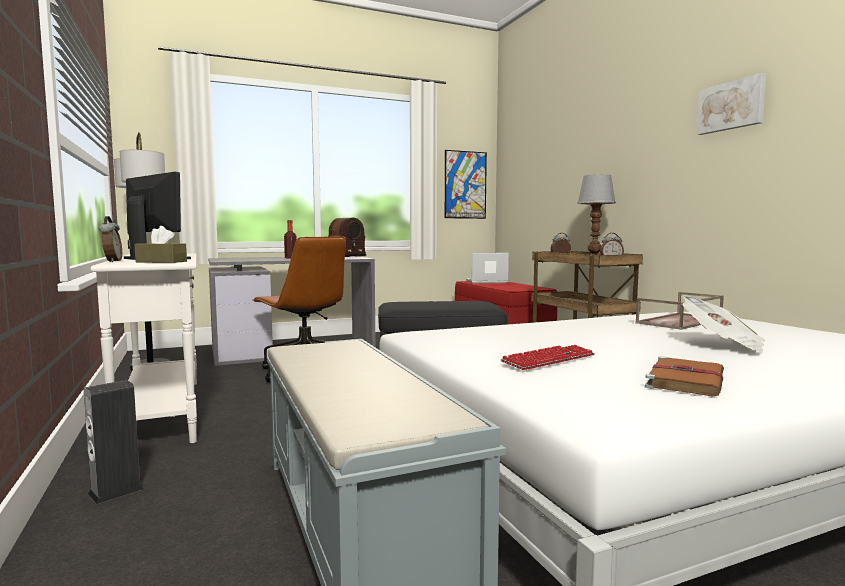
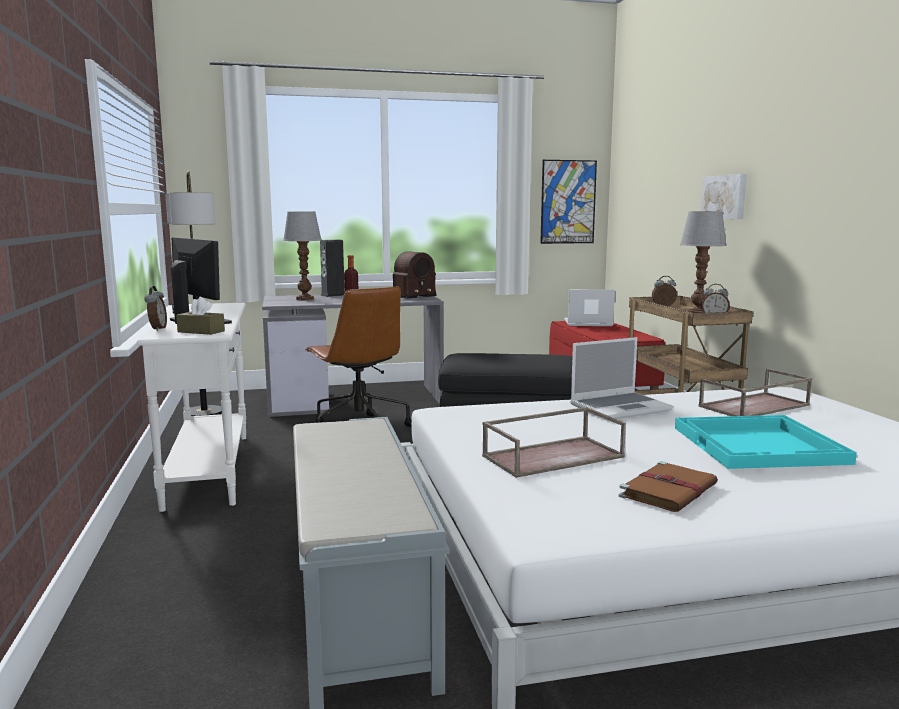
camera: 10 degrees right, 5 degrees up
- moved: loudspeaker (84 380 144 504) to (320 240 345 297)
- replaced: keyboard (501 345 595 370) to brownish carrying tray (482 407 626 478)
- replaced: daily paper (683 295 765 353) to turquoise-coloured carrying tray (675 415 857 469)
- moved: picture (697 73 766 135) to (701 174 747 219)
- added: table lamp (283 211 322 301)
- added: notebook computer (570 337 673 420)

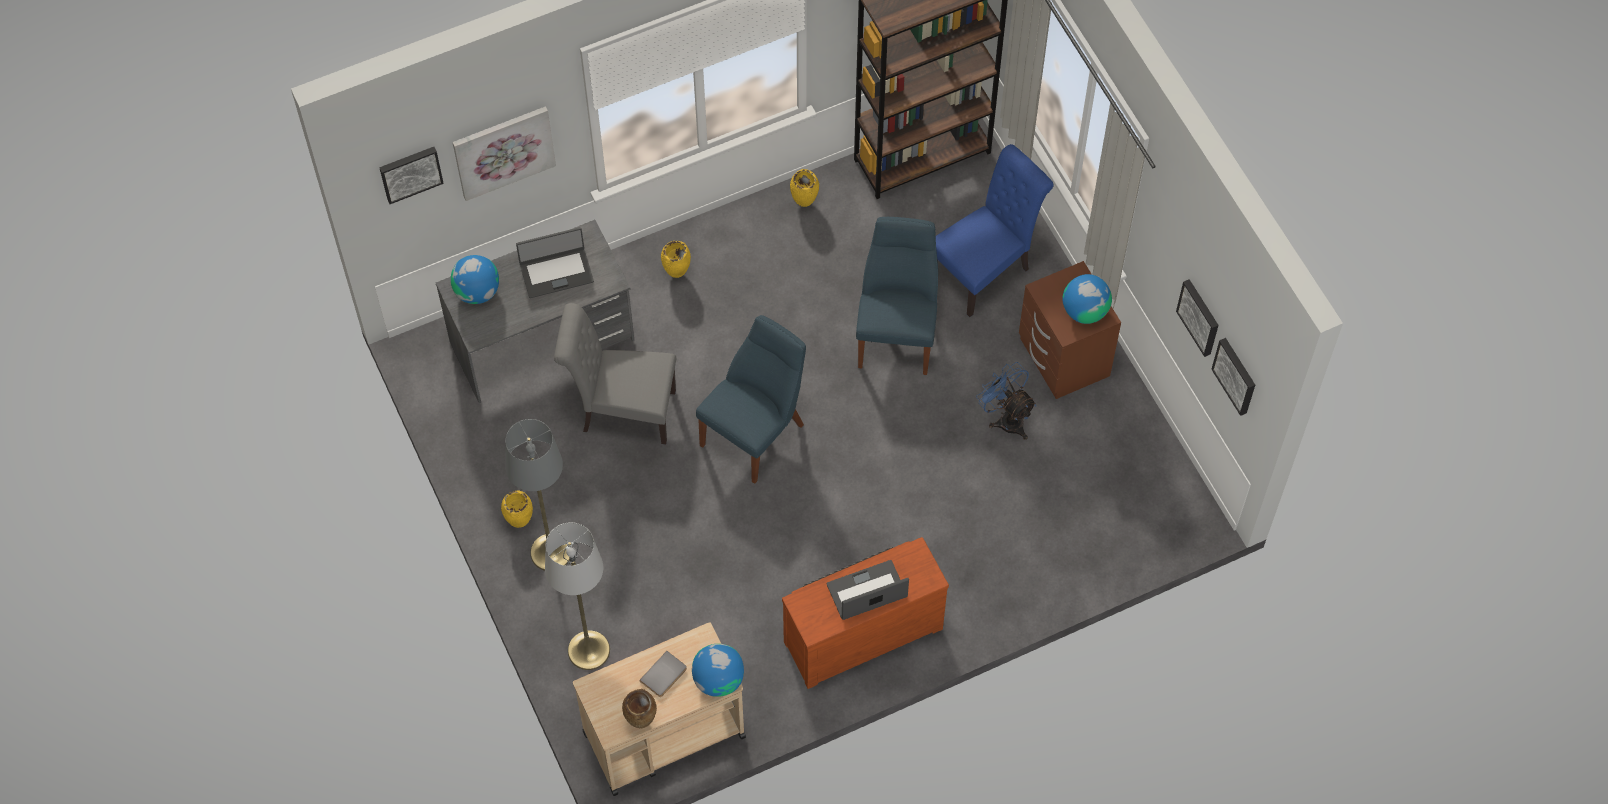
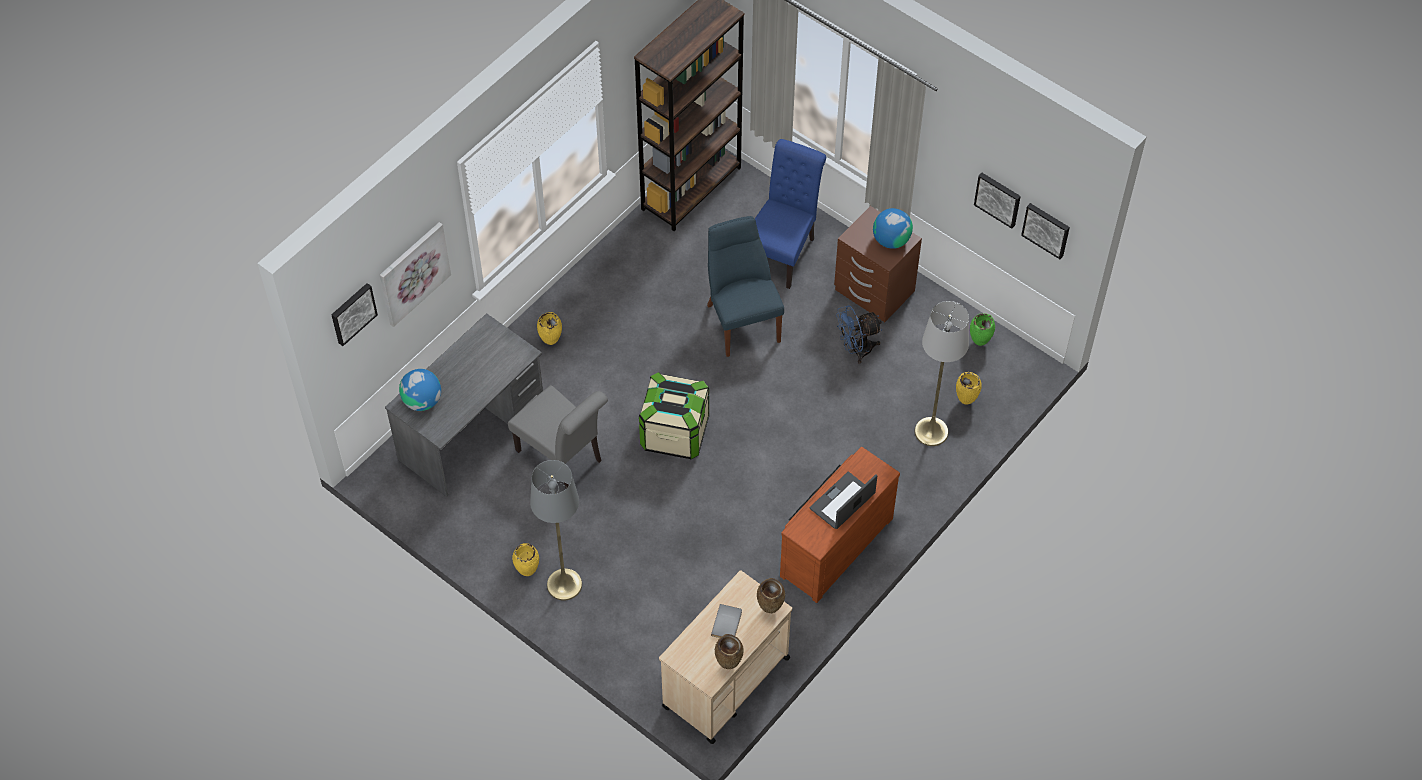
camera: 25 degrees left, 5 degrees down
- removed: notebook computer (516 227 594 298)
- moved: gray standing lamp (545 522 610 670) to (914 301 969 446)
- turned: gray chair (554 303 676 444) = (508 385 608 488) 120 degrees counterclockwise
- replaced: world globe (692 644 744 697) to brownish flower vase (757 578 785 613)
- replaced: blue-coloured chair (696 315 806 484) to storage bin (639 372 709 460)
- moved: yellow flower vase (790 169 819 207) to (956 372 982 404)
- turned: blue-coloured cooling fan (976 362 1037 440) = (836 305 882 364) 45 degrees counterclockwise
- added: greenish flower vase (970 313 995 346)

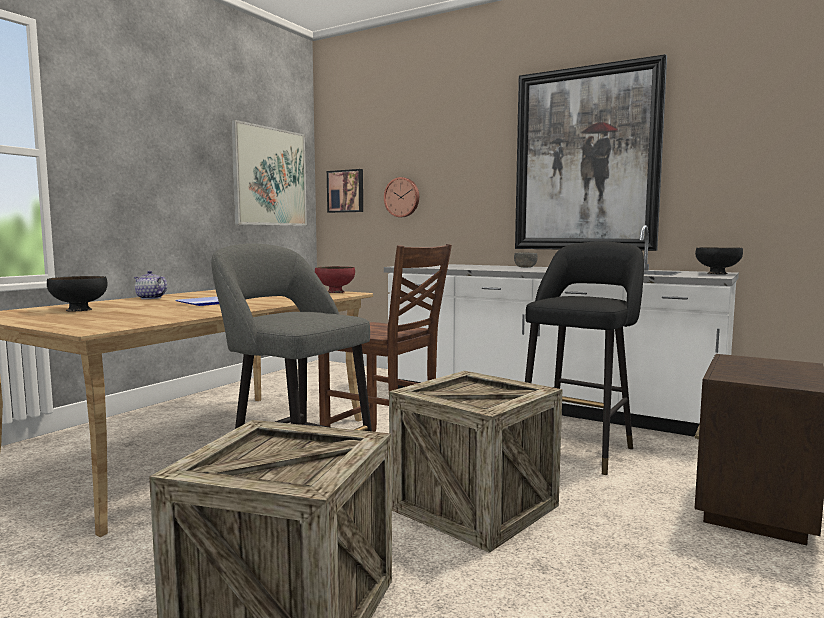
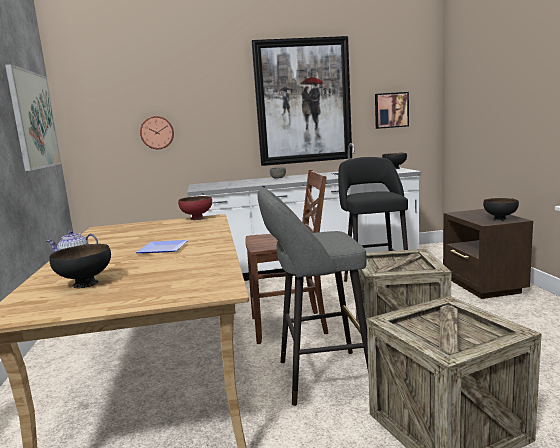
camera: 40 degrees left, 5 degrees up
- moved: picture (327 169 363 213) to (375 92 409 129)
- added: blackish deep dish (483 198 519 221)

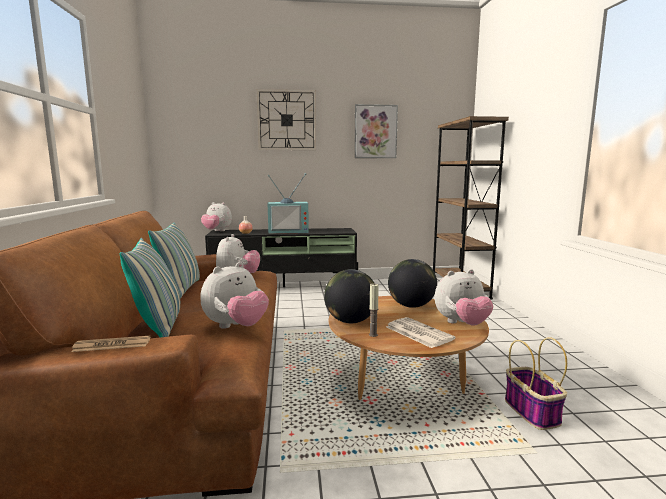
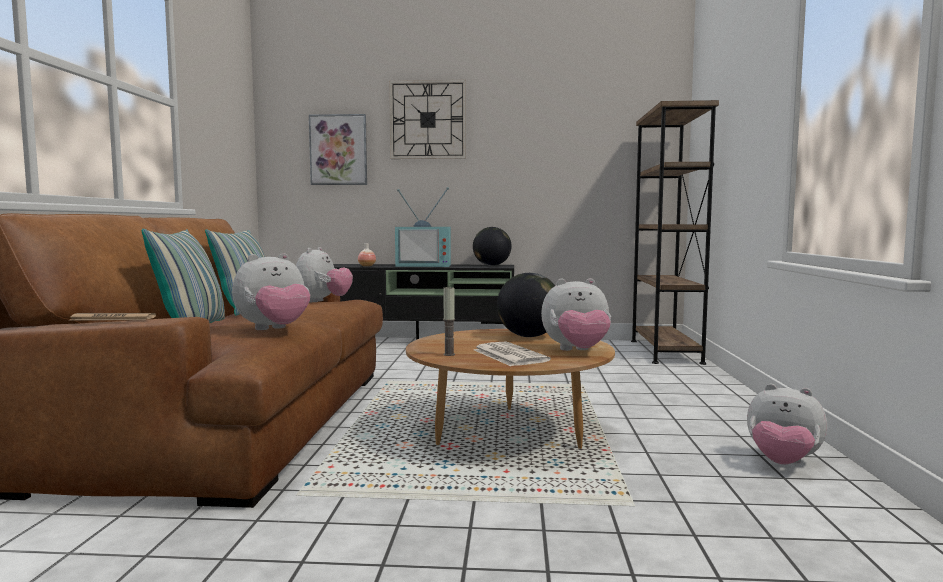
camera: 10 degrees right, 5 degrees down
- moved: cuddly toy (201 202 232 231) to (747 383 827 464)
- moved: world globe (324 269 374 323) to (473 227 512 266)
- moved: picture (354 104 398 158) to (309 114 367 185)
- removed: basket (505 337 567 430)

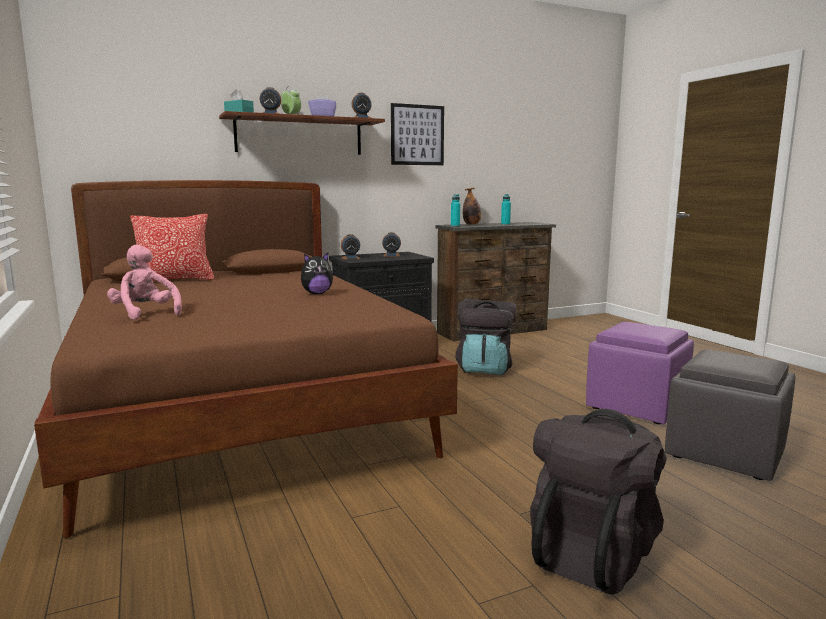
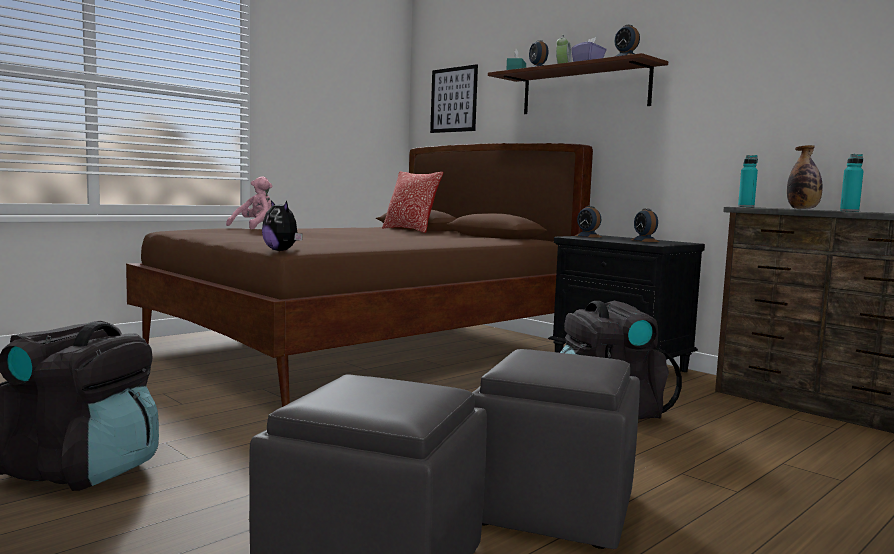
camera: 70 degrees right, 5 degrees down
- moved: cuddly toy (301 253 333 294) to (262 200 303 251)
- moved: picture (391 103 444 165) to (430 64 478 133)
- recoloured: purple ottoman (586 322 694 424) to gray ottoman (472 349 640 549)

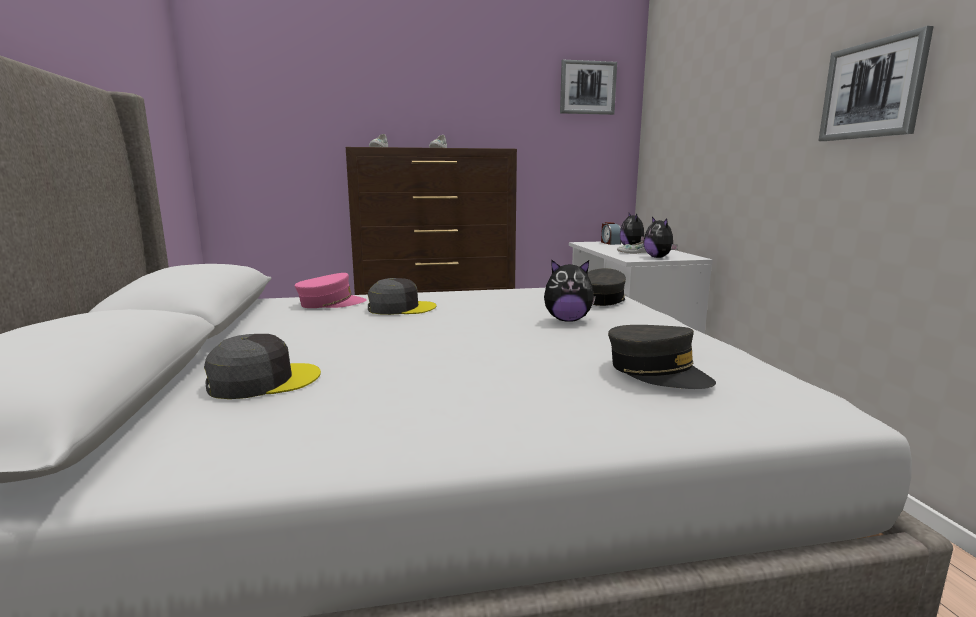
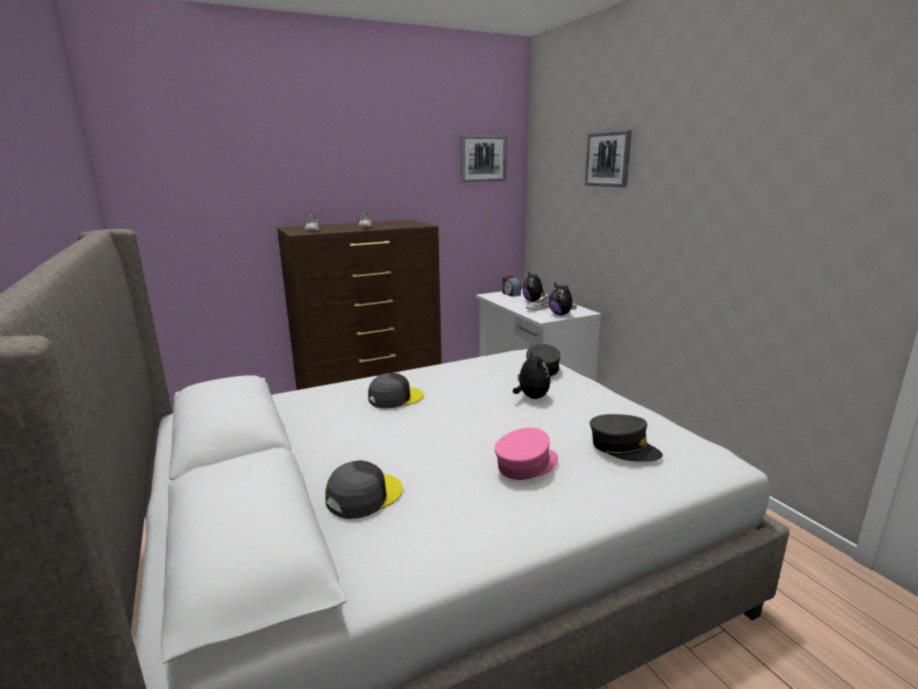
camera: 15 degrees left, 5 degrees up
- moved: pink baseball cap (295 273 367 308) to (495 428 558 480)
- turned: cuddly toy (544 260 596 322) = (513 350 550 399) 90 degrees counterclockwise
- moved: picture (819 26 934 141) to (585 130 632 187)

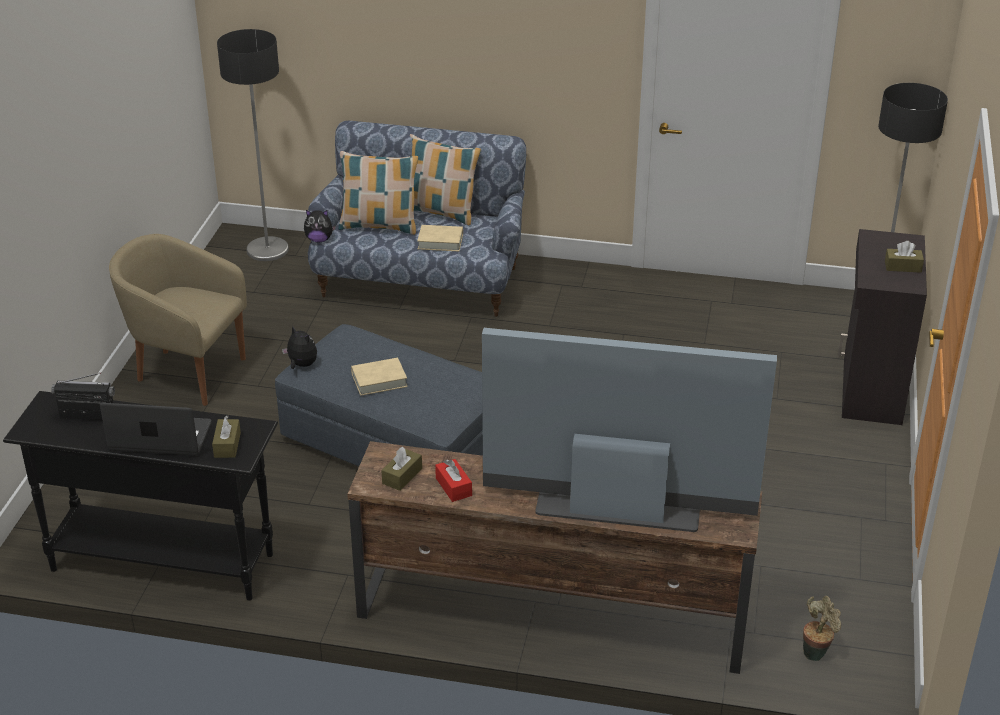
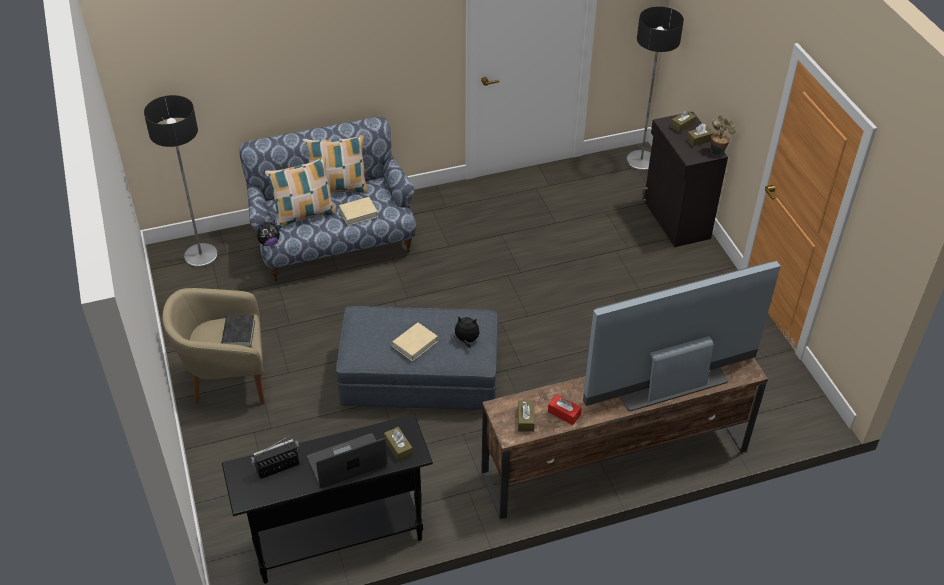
camera: 30 degrees left, 10 degrees up
- moved: cuddly toy (282 326 317 369) to (451 316 479 347)
- moved: houseplant (803 596 841 661) to (711 115 736 156)
- added: blackish volume (221 315 255 347)
- added: brownish tissue box (670 109 696 133)

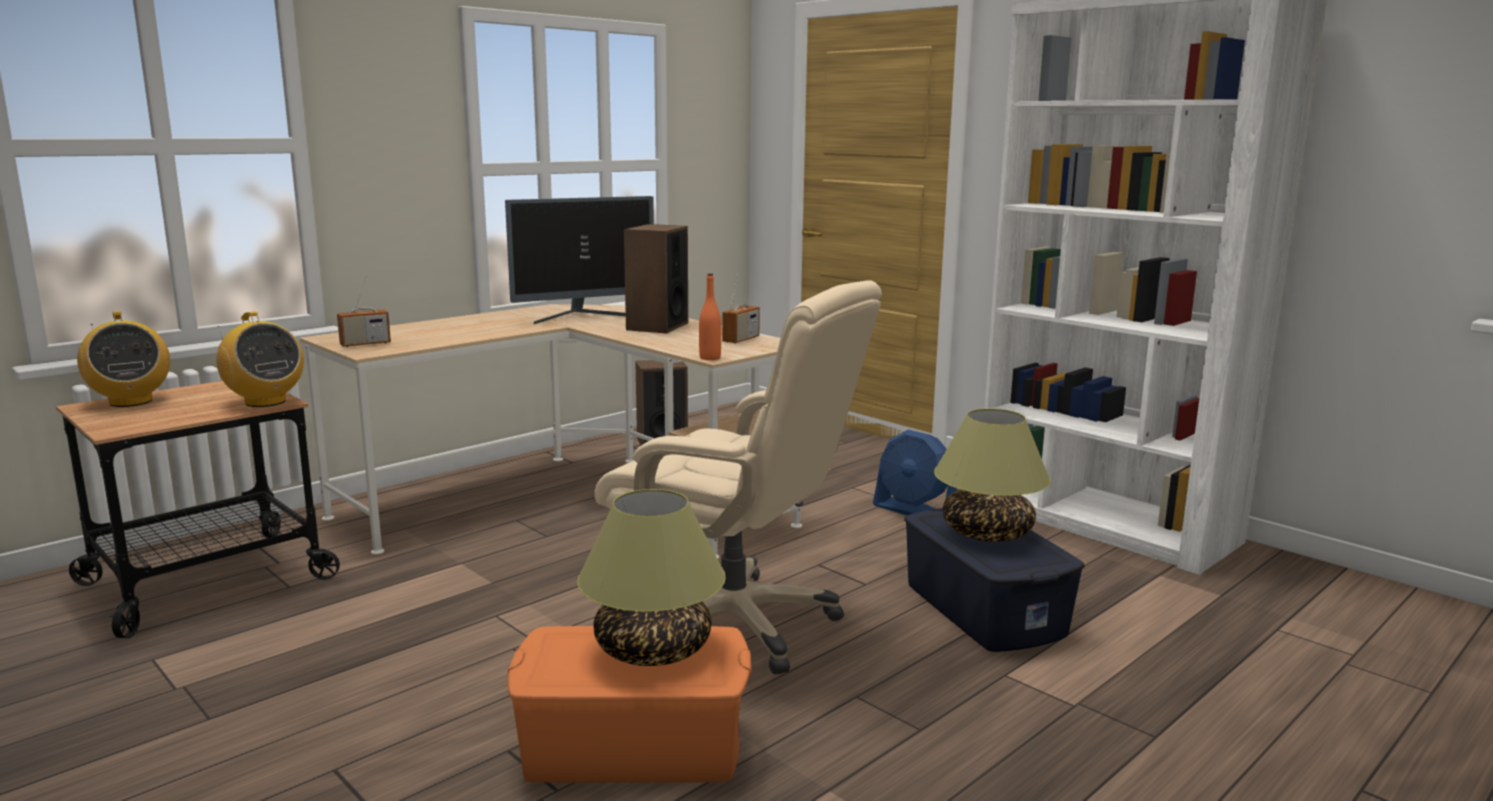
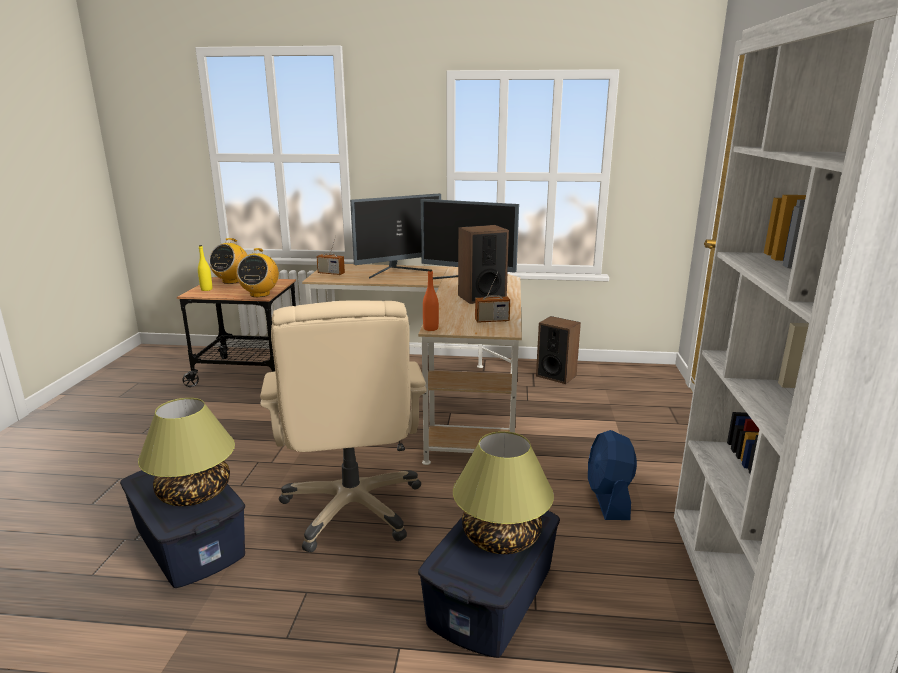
camera: 50 degrees right, 5 degrees up
- recoloured: orange storage bin (508 626 752 783) to blue-coloured storage bin (120 470 245 588)
- added: yellow drink bottle (198 245 212 291)
- added: computer display (350 194 441 279)

